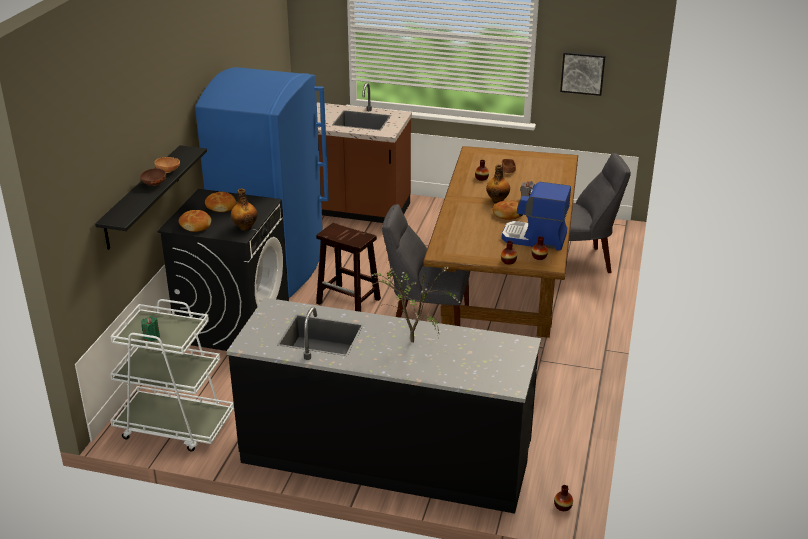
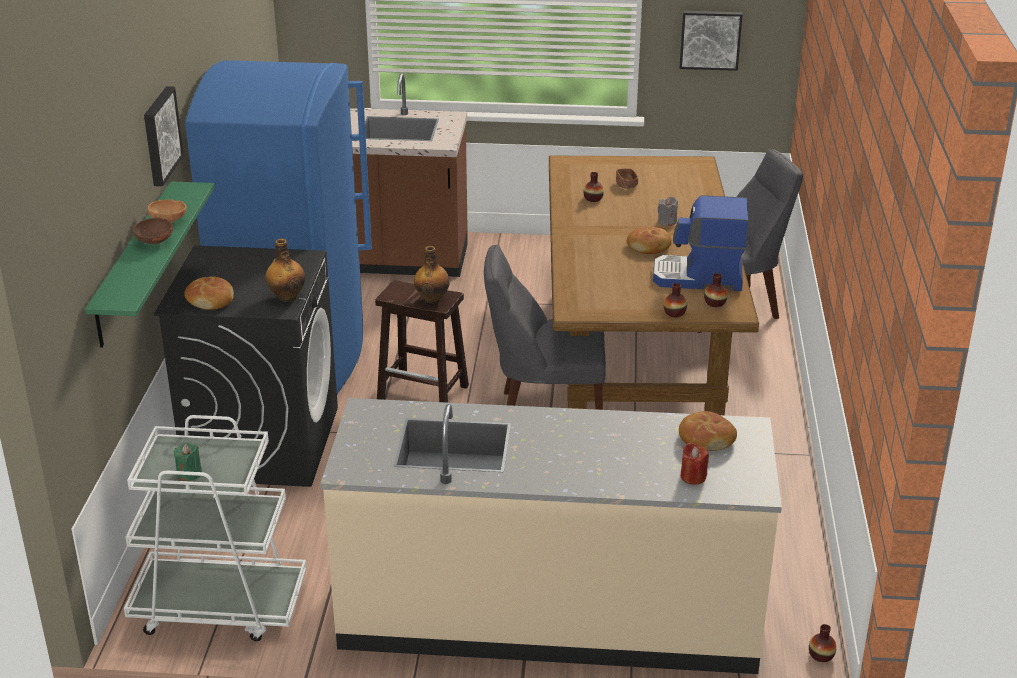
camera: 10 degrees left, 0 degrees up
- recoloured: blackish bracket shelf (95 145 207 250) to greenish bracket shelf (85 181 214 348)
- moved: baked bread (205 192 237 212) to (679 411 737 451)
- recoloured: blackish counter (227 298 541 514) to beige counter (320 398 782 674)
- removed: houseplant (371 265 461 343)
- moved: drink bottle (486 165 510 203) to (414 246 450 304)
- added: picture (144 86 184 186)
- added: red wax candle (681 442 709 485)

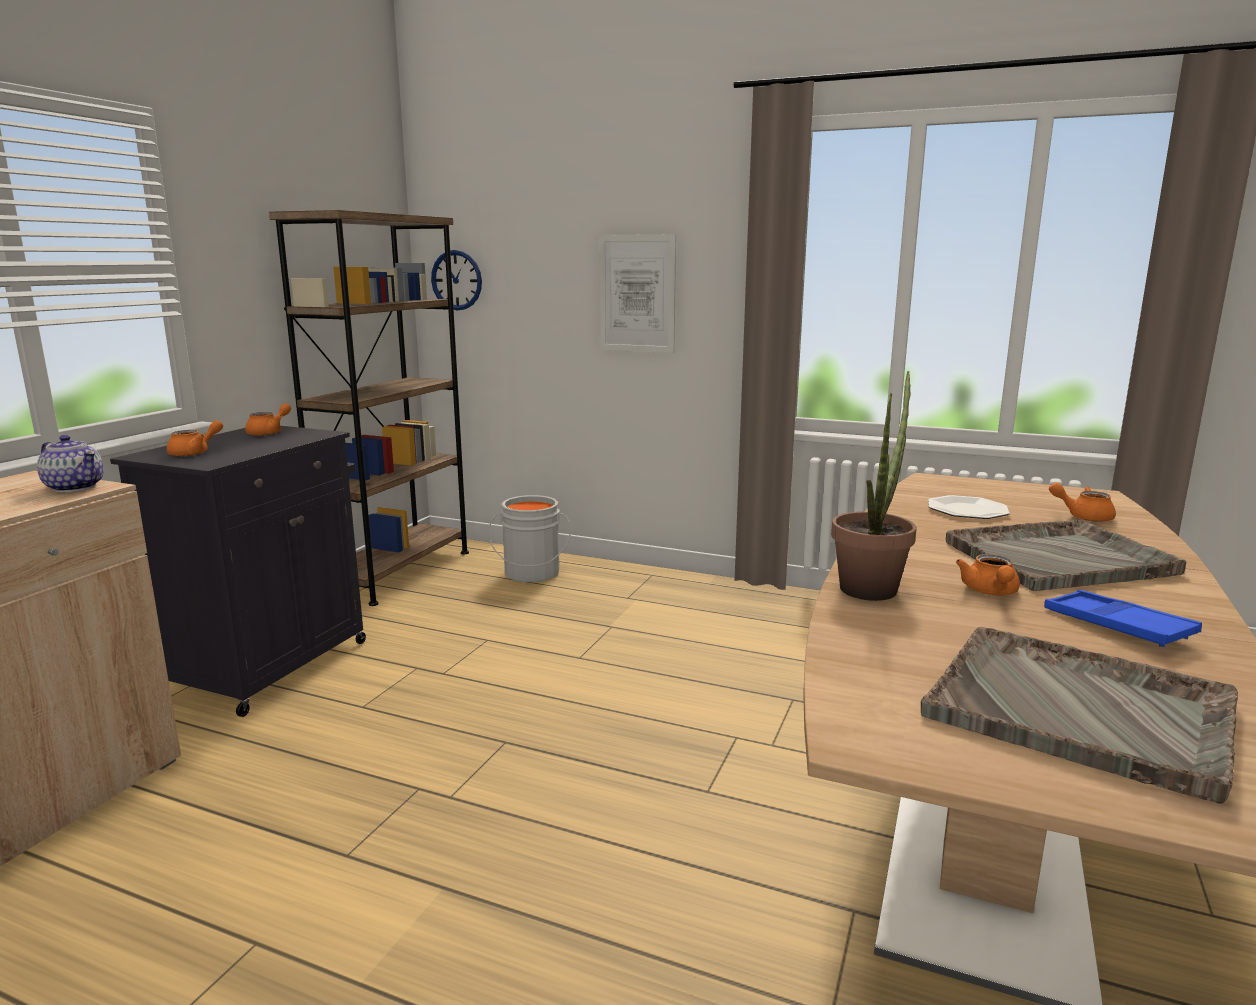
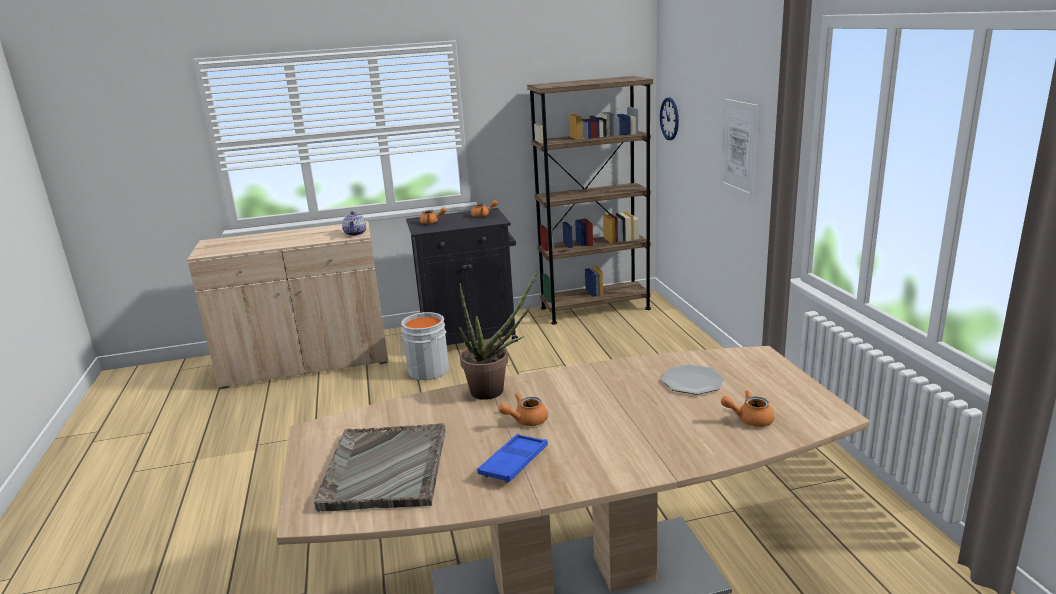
camera: 55 degrees right, 5 degrees up
- moved: gray bucket (489 495 571 582) to (400 312 449 380)
- removed: gray carrying tray (946 520 1186 591)
- turned: orange tea pot (1049 483 1116 522) = (721 390 775 427) 75 degrees counterclockwise

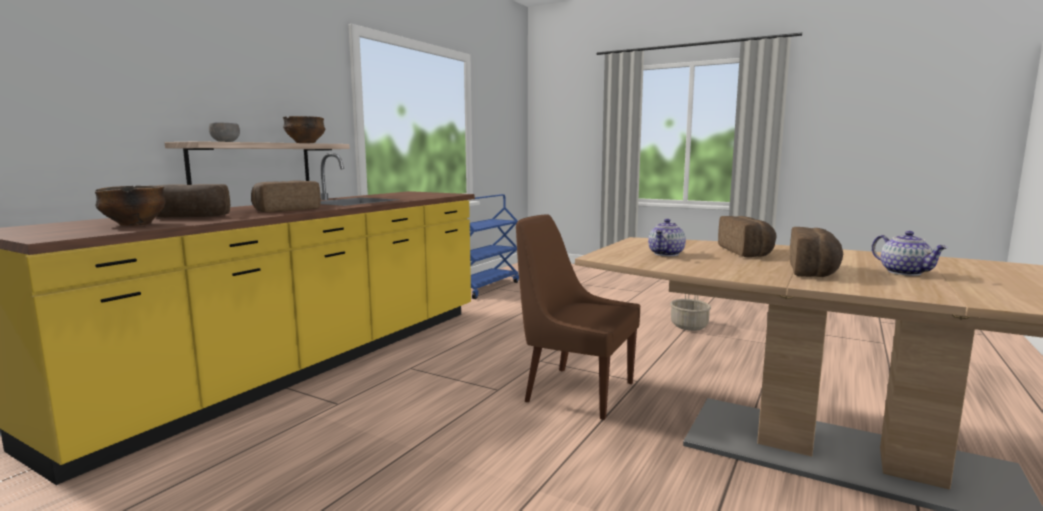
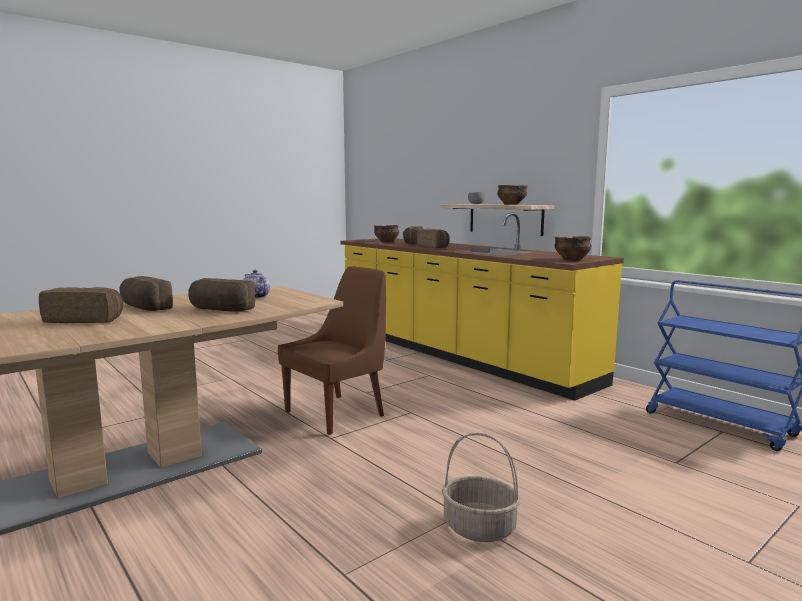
camera: 110 degrees right, 0 degrees up
- replaced: tea pot (872 231 948 276) to baked bread (39 287 123 323)
- added: deep dish (555 236 591 261)

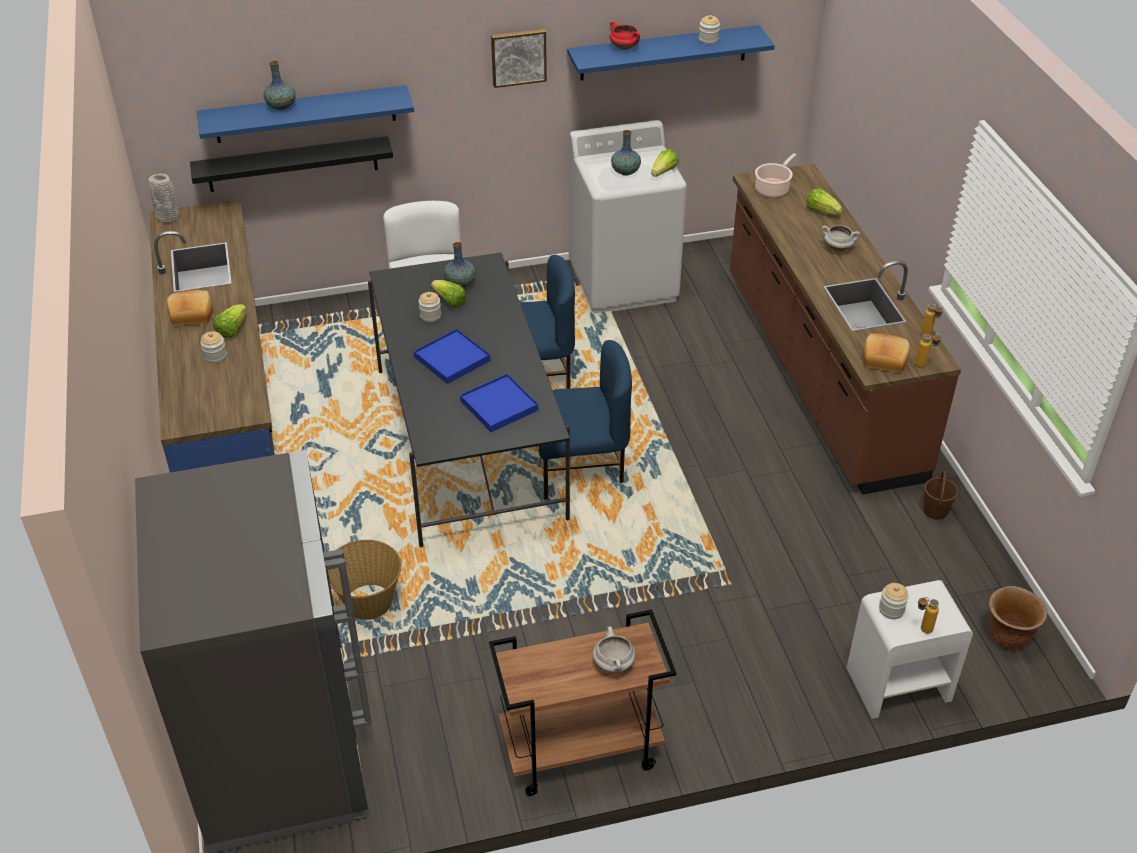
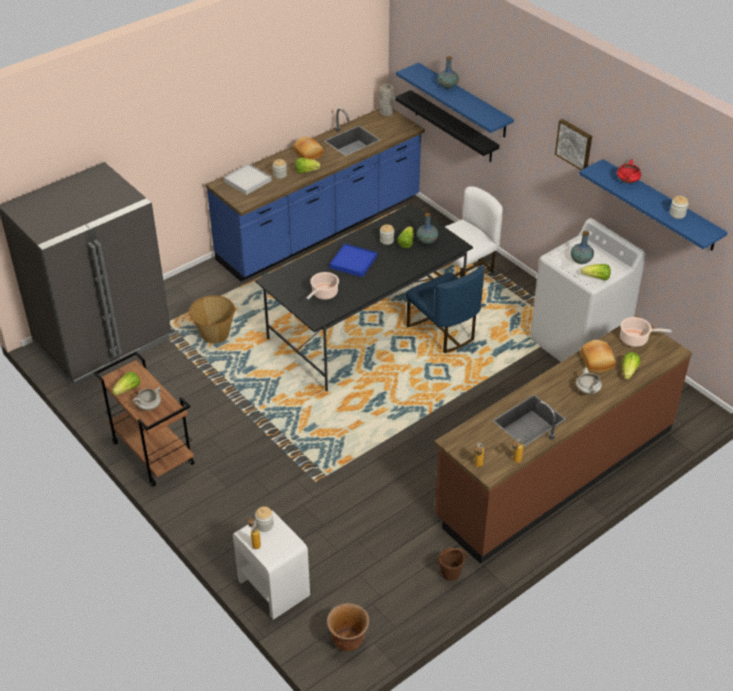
camera: 65 degrees right, 0 degrees up
- replaced: blue-coloured carrying tray (460 374 538 432) to saucepot (306 272 339 300)
- removed: blue-coloured chair (536 340 632 499)
- moved: baked bread (863 333 910 373) to (581 340 616 372)
- added: head of lettuce (112 372 140 396)
- added: white carrying tray (224 163 272 195)

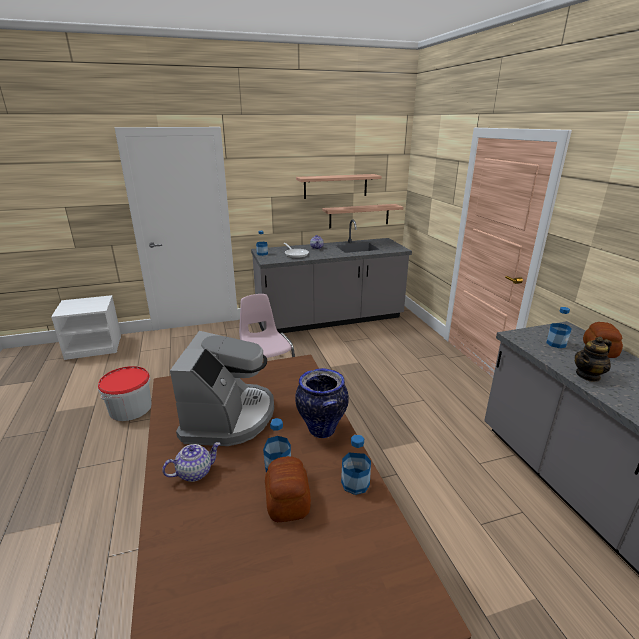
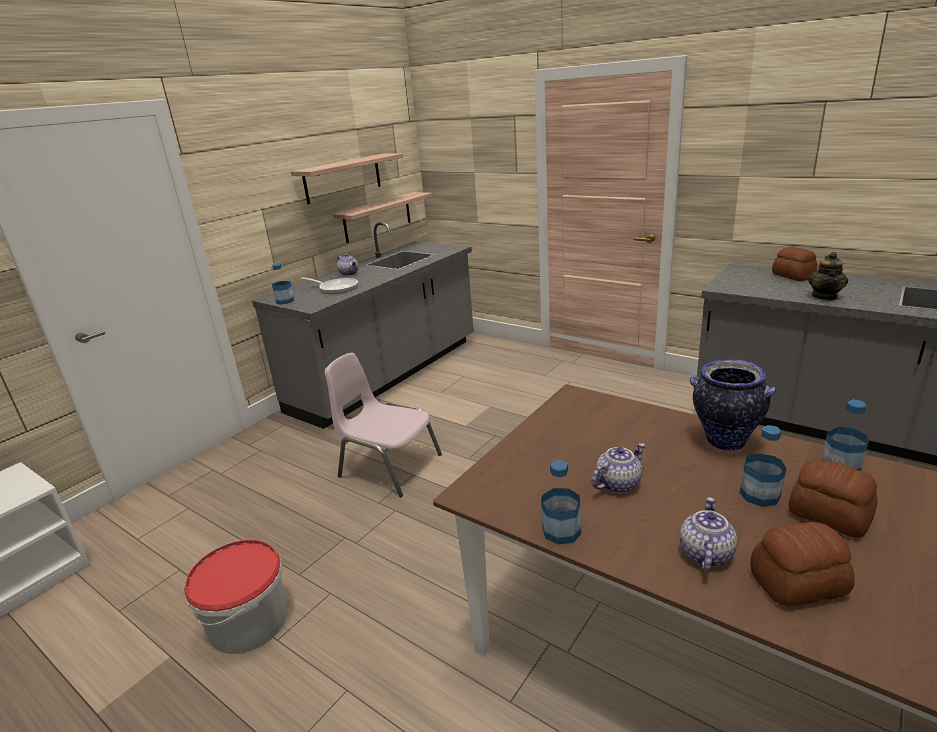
camera: 35 degrees left, 0 degrees up
- replaced: coffee machine (170 331 274 446) to tea pot (592 443 645 493)
- moved: drink bottle (546 307 572 348) to (541 460 581 544)
- added: baked bread (750 522 855 607)

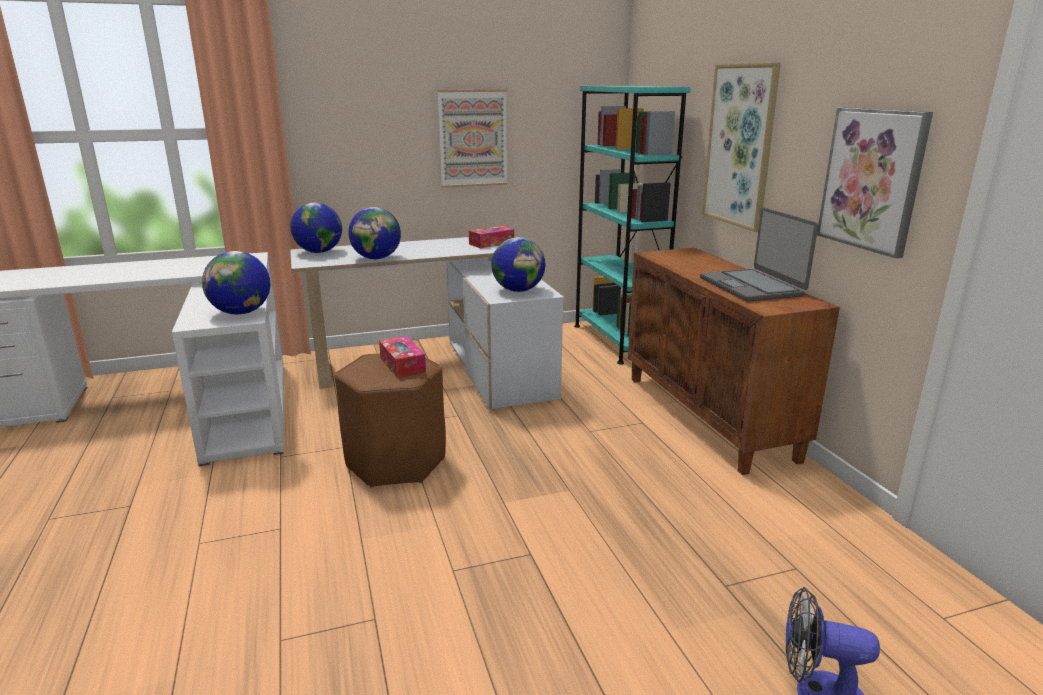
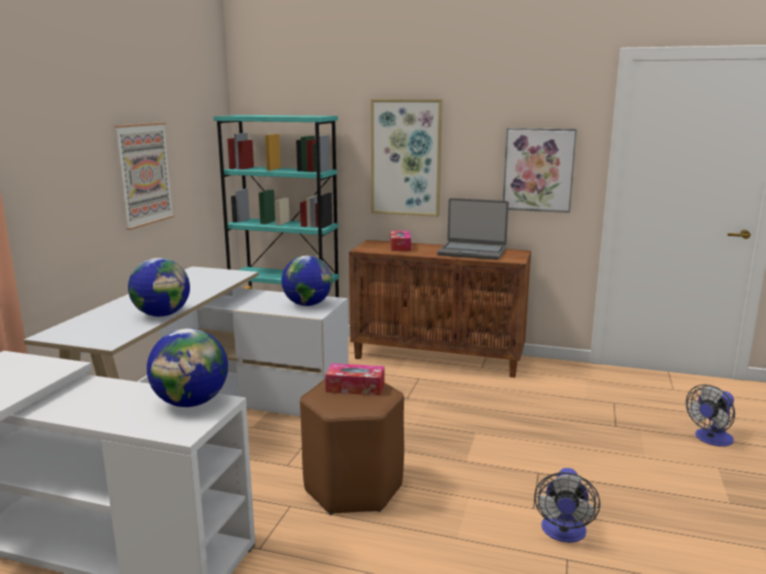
camera: 55 degrees left, 5 degrees down
- removed: world globe (290 203 342 253)
- moved: tissue box (469 226 514 248) to (390 231 411 251)
- added: cooling fan (534 468 600 543)

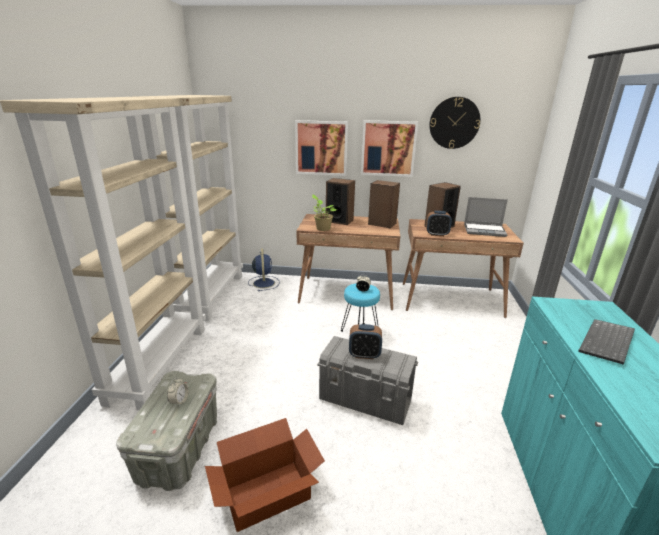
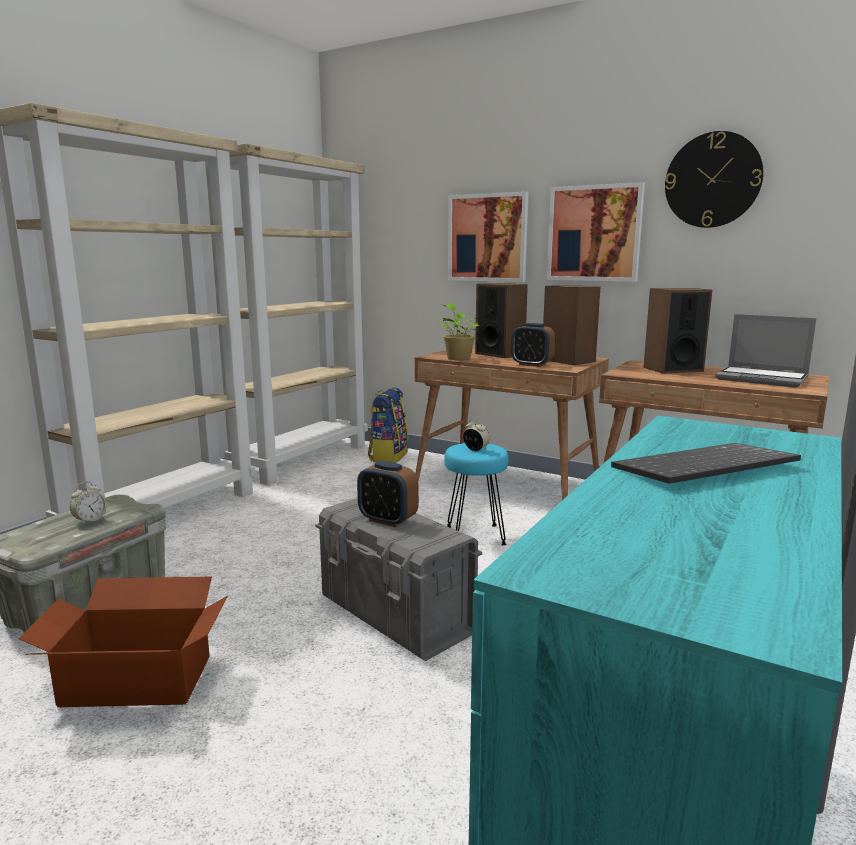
camera: 25 degrees right, 10 degrees down
- replaced: blue-coloured cooling fan (248 248 279 291) to knapsack (368 387 408 463)
- moved: alarm clock (426 211 452 236) to (511 323 555 367)

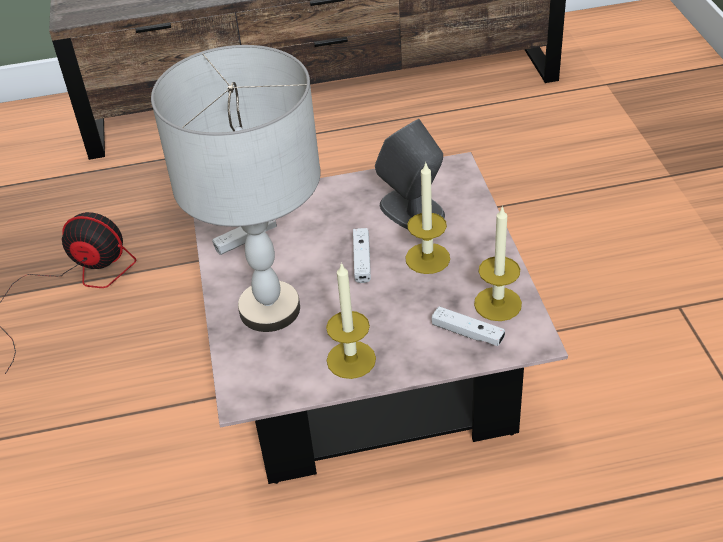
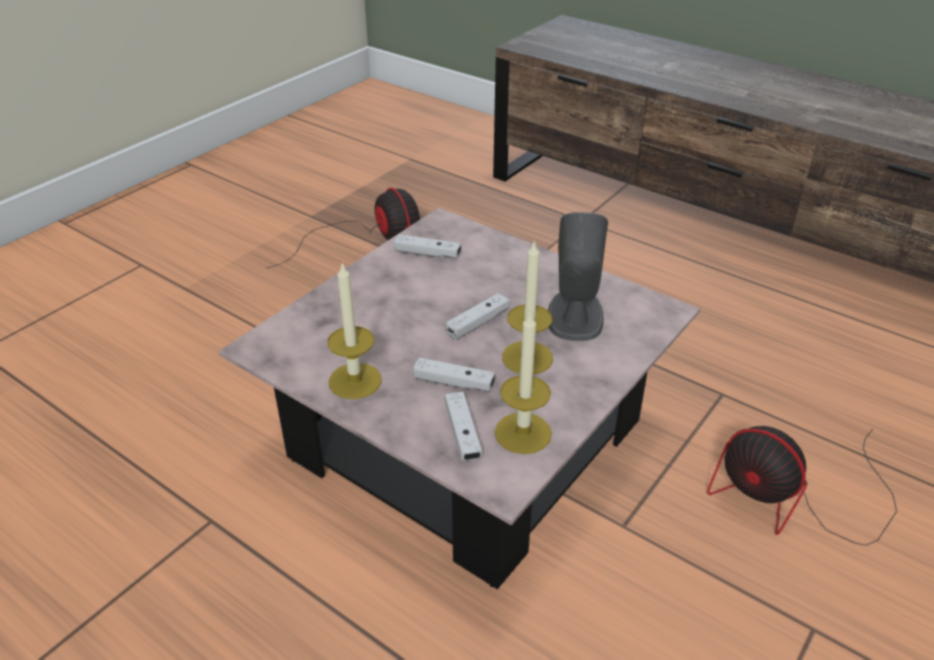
camera: 45 degrees right, 5 degrees down
- removed: gray table lamp (151 45 321 332)
- added: white joypad (413 357 495 391)
- added: cooling fan (707 426 897 546)

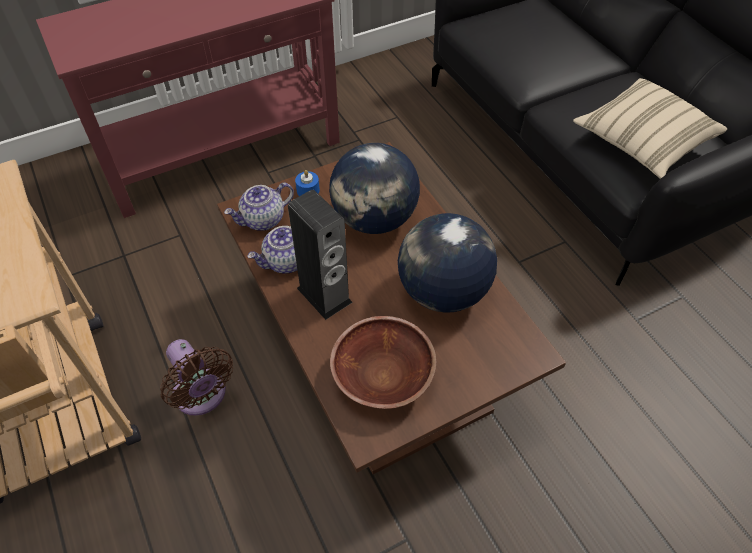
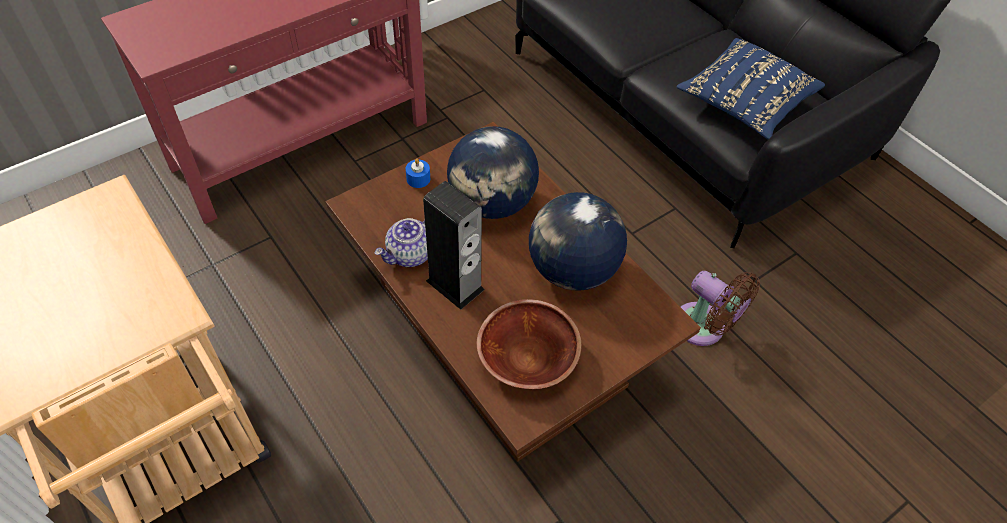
camera: 10 degrees left, 0 degrees up
- moved: brownish cooling fan (160 339 233 416) to (681 271 760 346)
- removed: tea pot (224 183 294 231)
- recoloured: beige throw pillow (573 78 727 179) to blue-coloured throw pillow (677 38 825 139)

